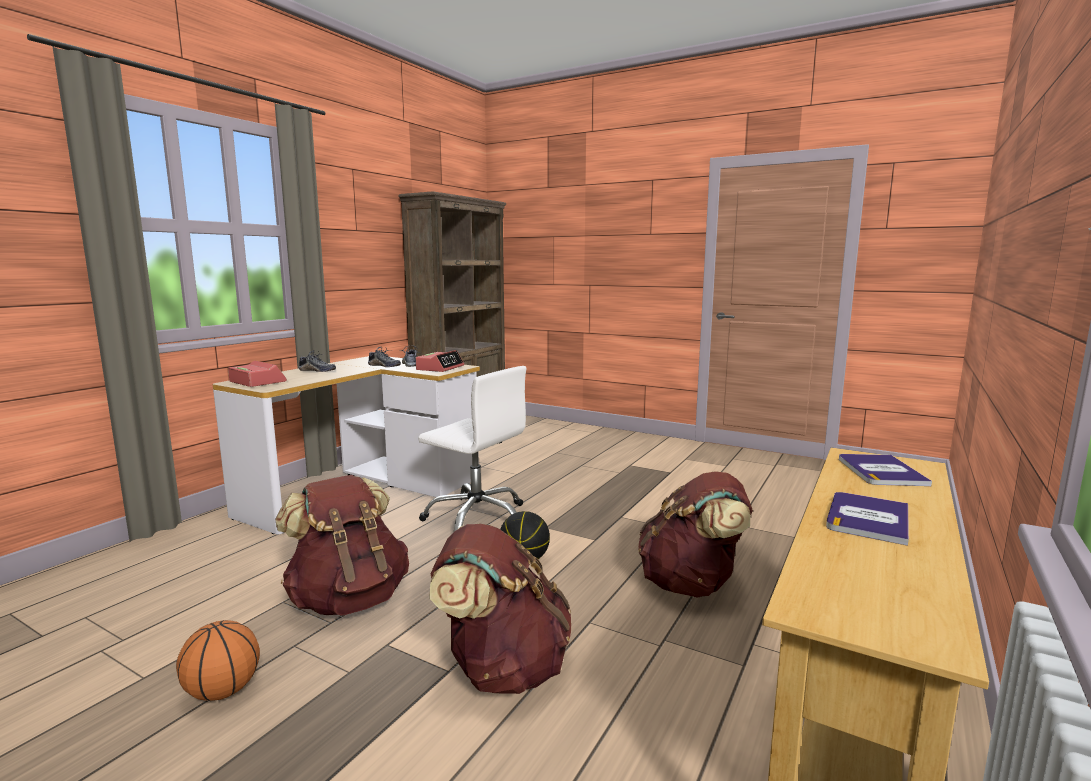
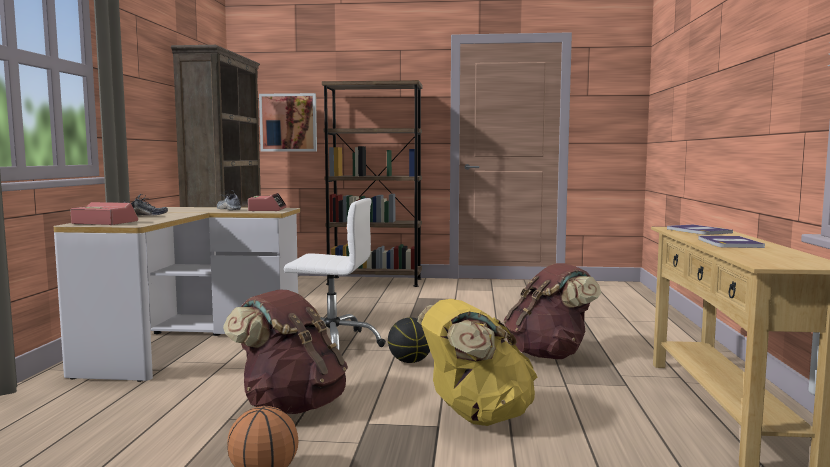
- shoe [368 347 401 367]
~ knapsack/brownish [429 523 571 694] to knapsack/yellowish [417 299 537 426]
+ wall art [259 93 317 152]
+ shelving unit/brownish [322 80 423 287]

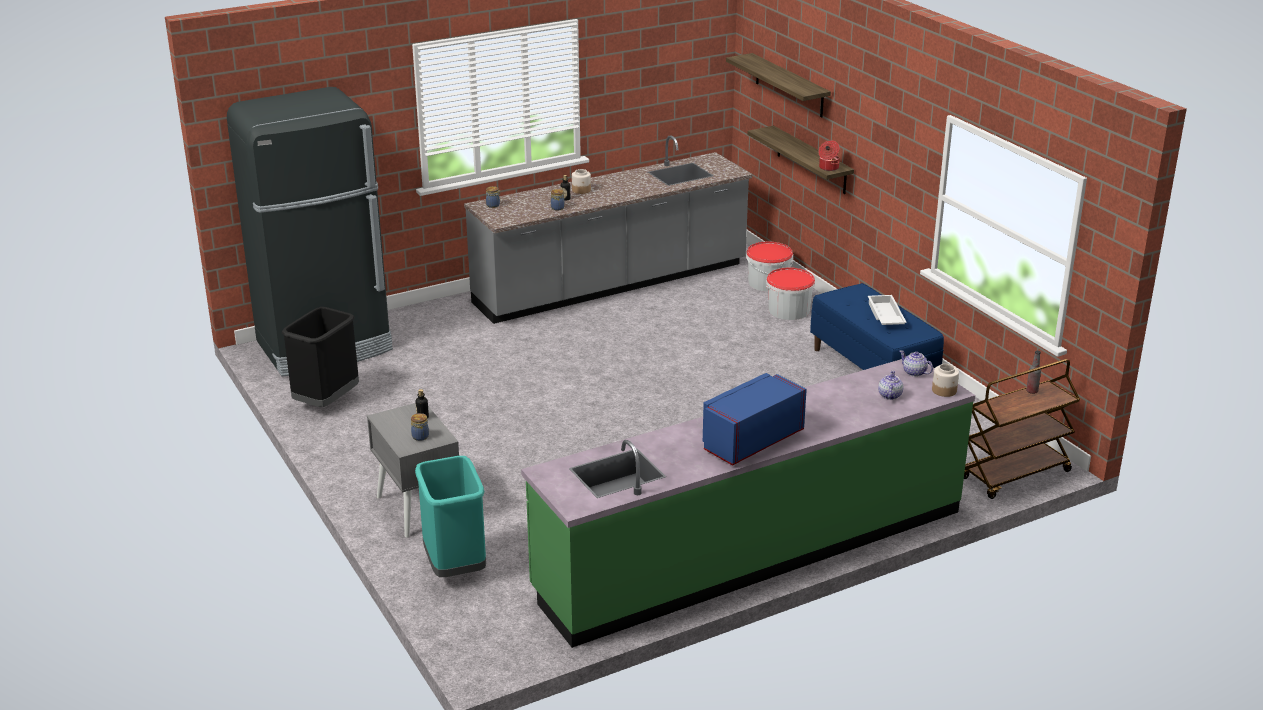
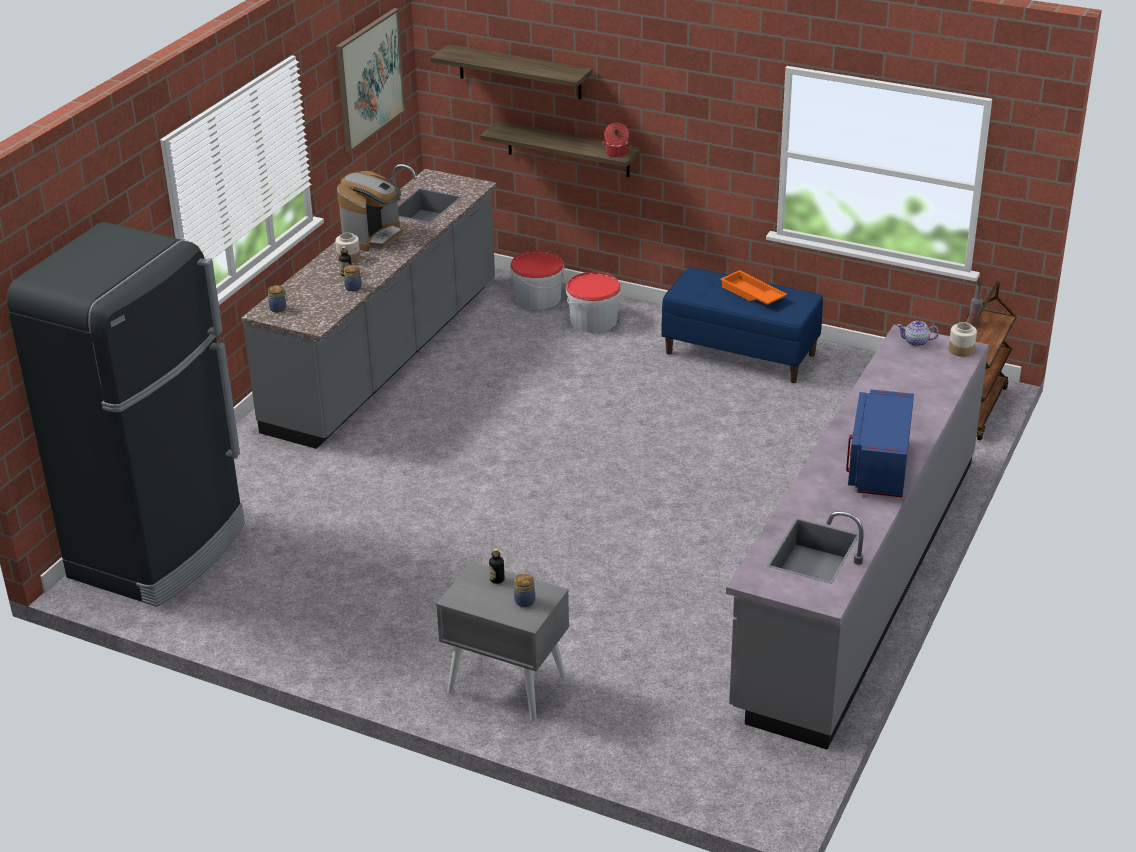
- trash can/black-coloured [282 307 359 407]
- trash can/blue-green [415 456 486 577]
~ counter/green [521 359 975 648] to counter/gray [726 325 989 750]
~ tray/white-coloured [868 295 907 325] to tray/orange [720 270 787 305]
- tea pot [878 370 903 400]
+ wall art [336 8 406 152]
+ coffee brewer [337 171 403 251]

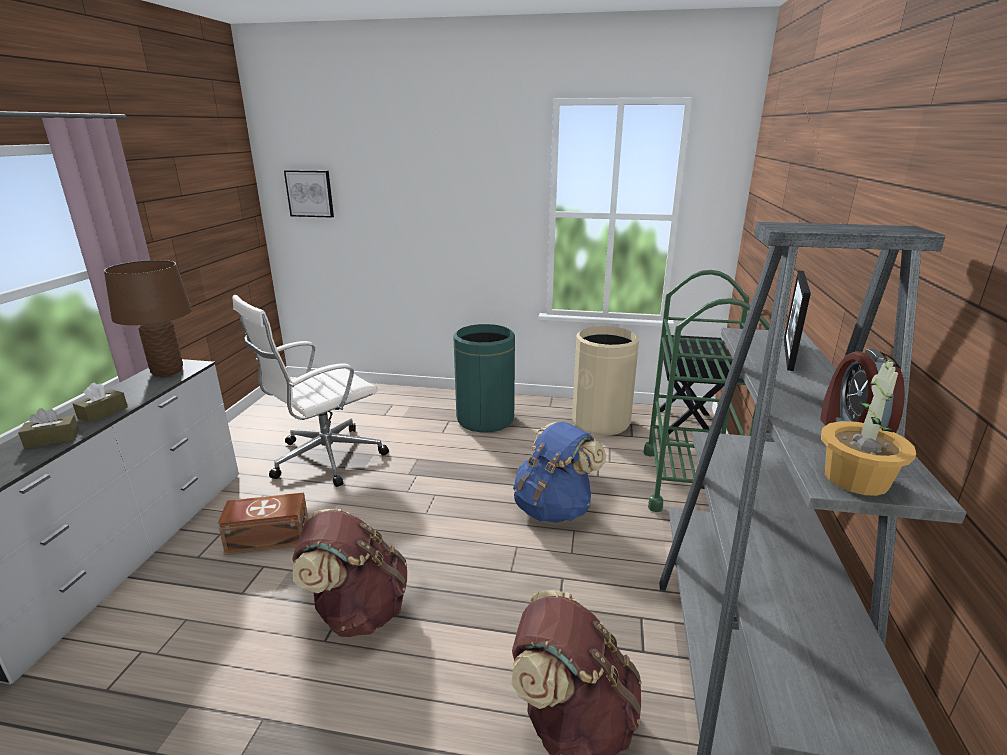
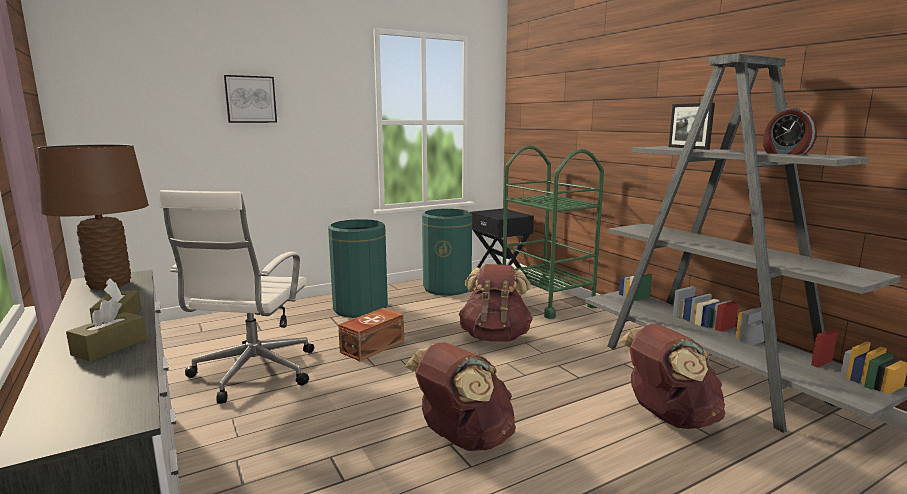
~ storage container/brownish [217 492 308 555] to [338 308 404 361]
~ wall art [284 170 334 218] to [224 75 277 123]
~ knapsack/blue-coloured [513 421 606 523] to knapsack/brownish [459 264 533 342]
~ trash can/sand-coloured [572 326 639 436] to trash can/green [422 209 472 296]
- houseplant [821 352 916 496]

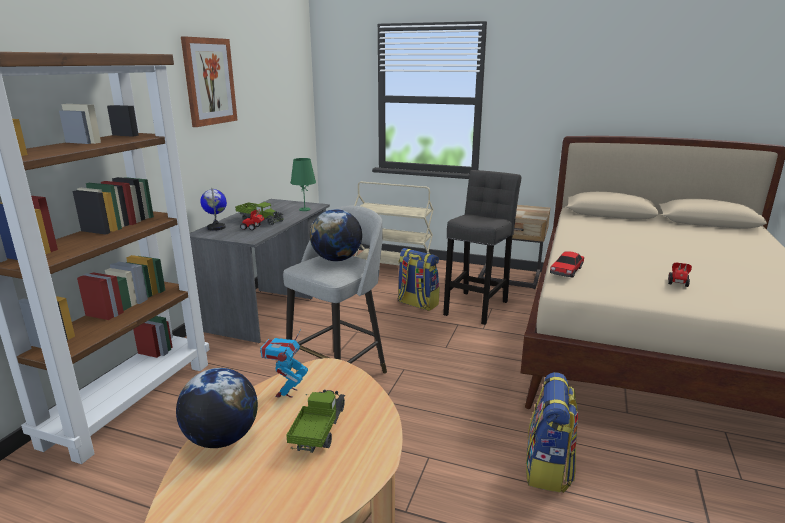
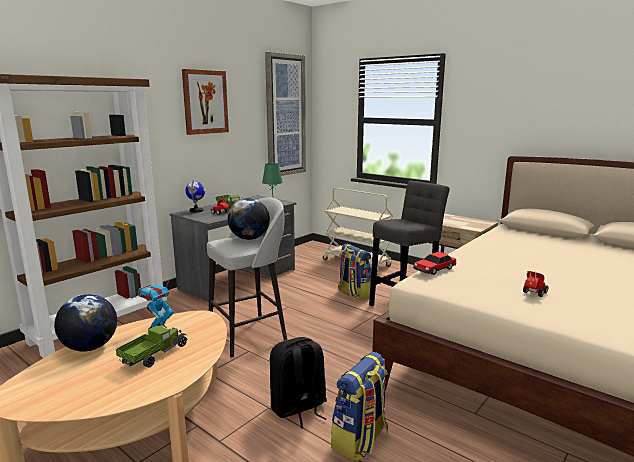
+ wall art [265 52 306 176]
+ knapsack/black-coloured [270 337 327 428]

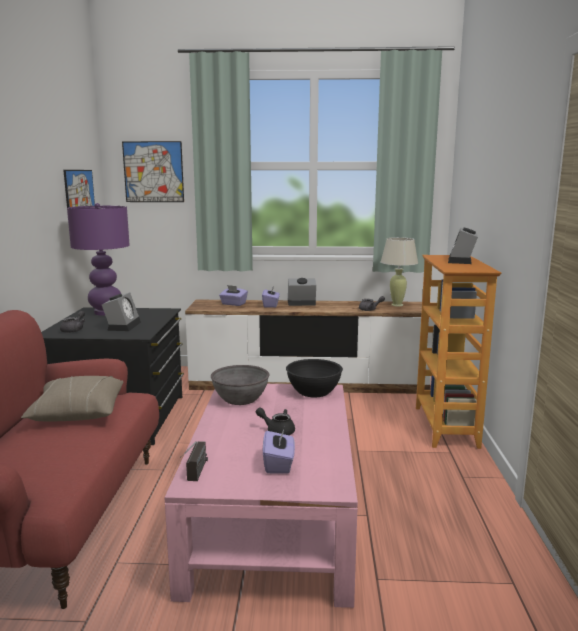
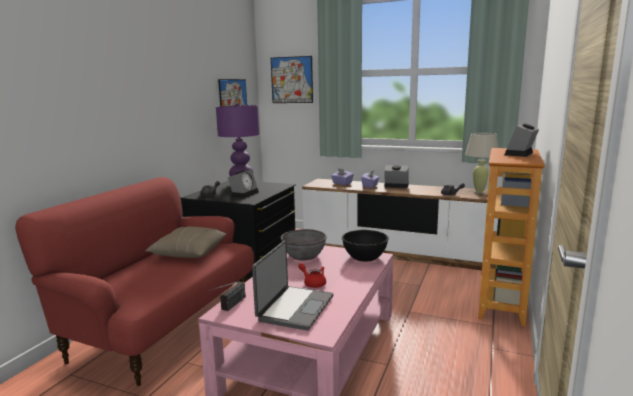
~ tea pot/black-coloured [256 407 295 435] to tea pot/reddish [298 263 326 288]
~ tissue holder/purple [263 429 295 473] to portable computer [252 241 333 331]

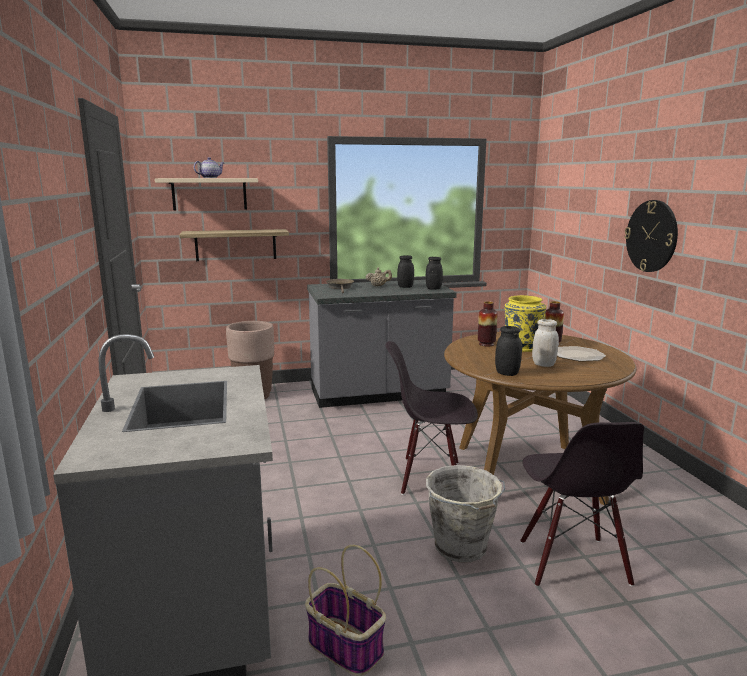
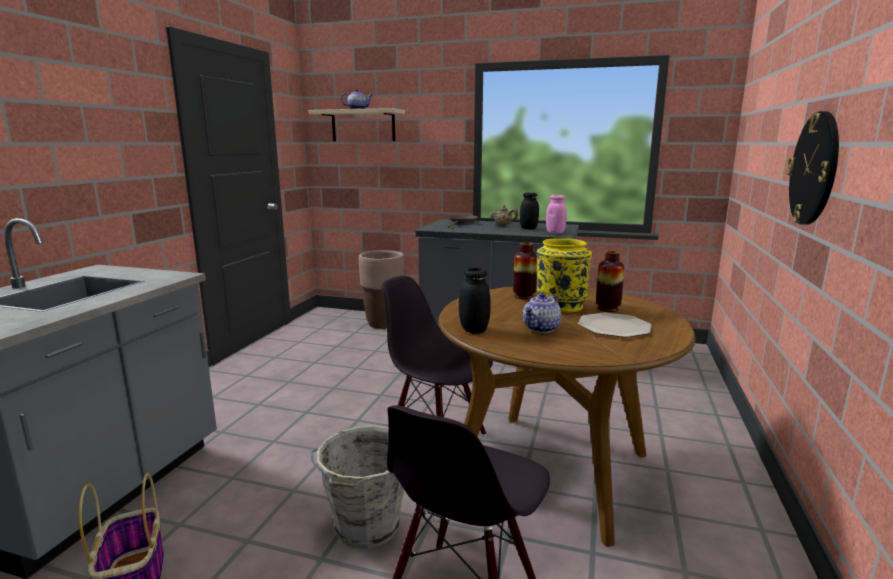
- bracket shelf [179 229 289 261]
~ storage jar/black-coloured [426 257 443 290] to storage jar/pink-coloured [546 195 567 234]
~ storage jar/white-coloured [532 319 559 367] to tea pot [523 293 561 333]

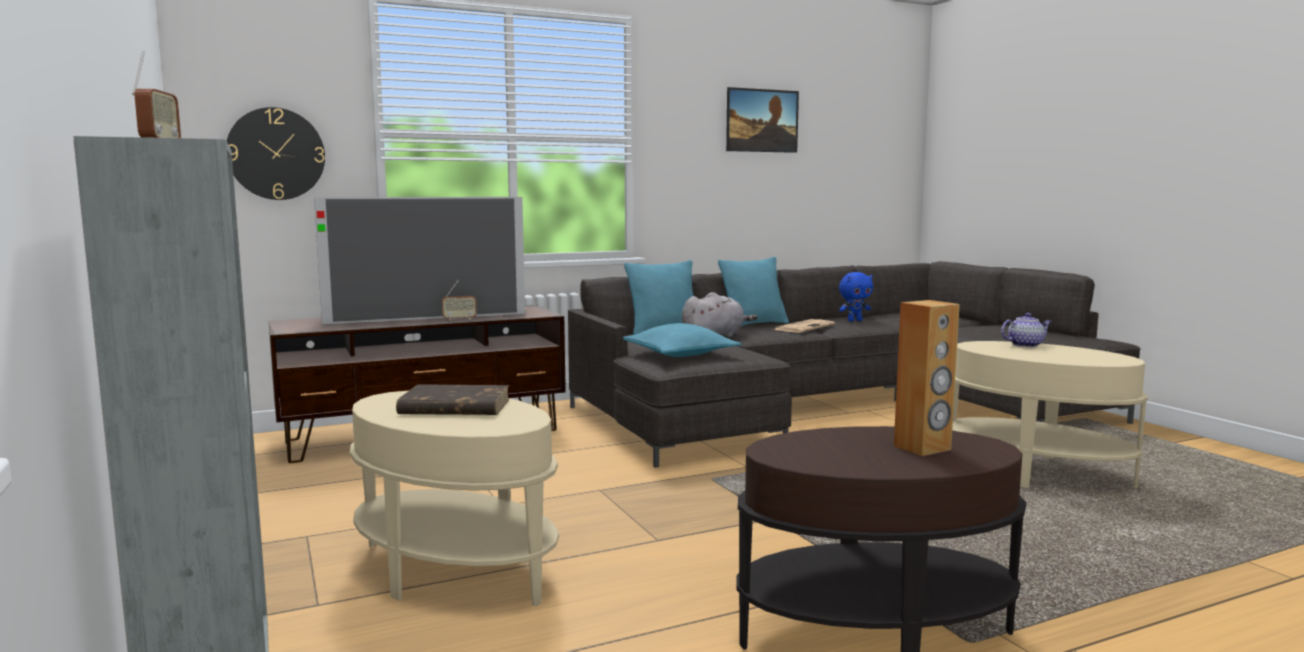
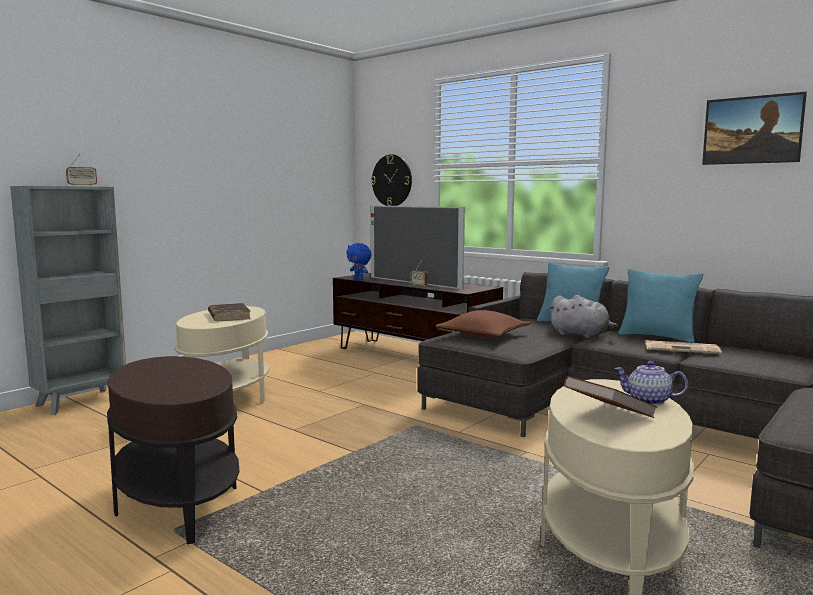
~ pillow/blue-green [623 323 741 357] to pillow/brownish [436 310 531 338]
~ cuddly toy/blue-coloured [839 272 873 321] to [346 243 372 280]
- audio speaker/brownish [894 300 960 456]
~ tea pot [1001 313 1052 348] = [614 361 688 405] 150 degrees clockwise
+ book/brownish [564 376 657 418]

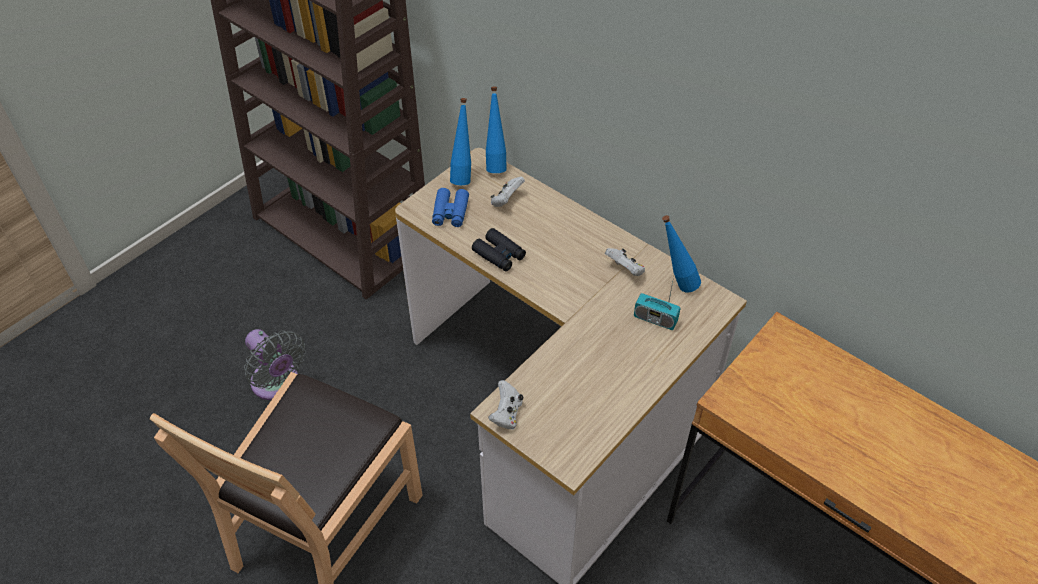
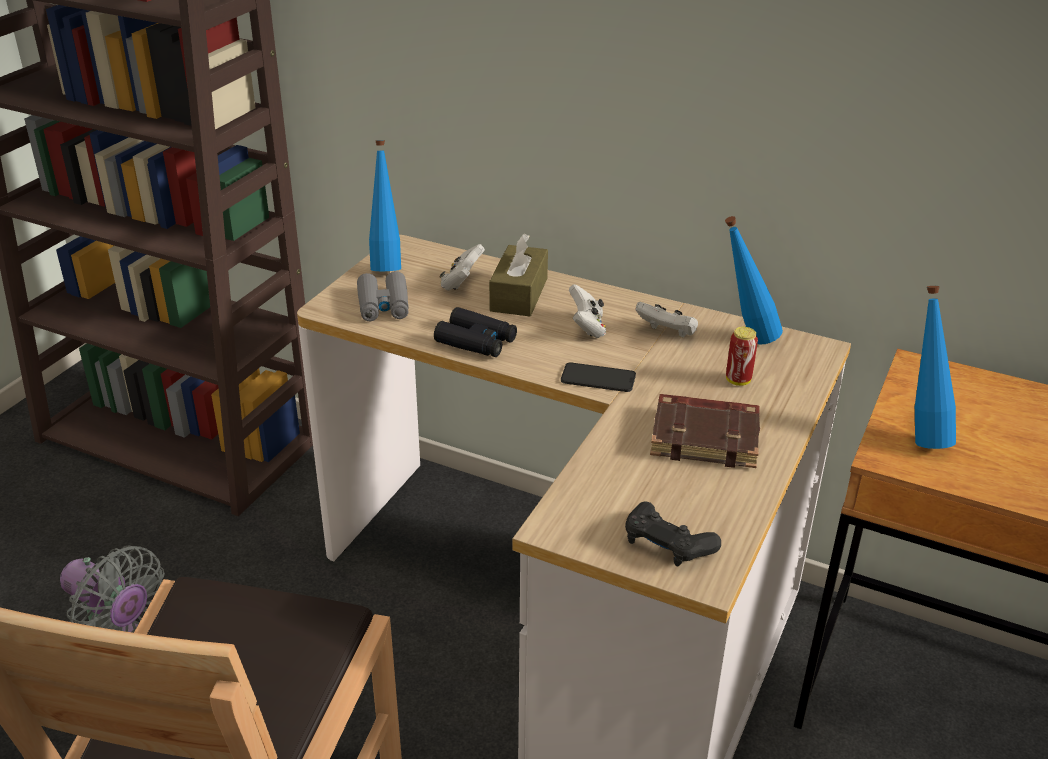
~ pair of binoculars/blue-coloured [432 188 469 227] to pair of binoculars/gray [357 271 409 321]
~ drink bottle/blue-coloured [486 87 507 173] to [915 286 956 449]
~ joypad/white-coloured [488 380 523 430] to [569 284 606 338]
~ radio set [634 277 681 330] to can [726 327 758 386]
+ tissue holder/brownish [489 233 548 316]
+ handset [561 362 636 392]
+ joypad/black-coloured [625 501 721 567]
+ book/brownish [650 394 760 468]

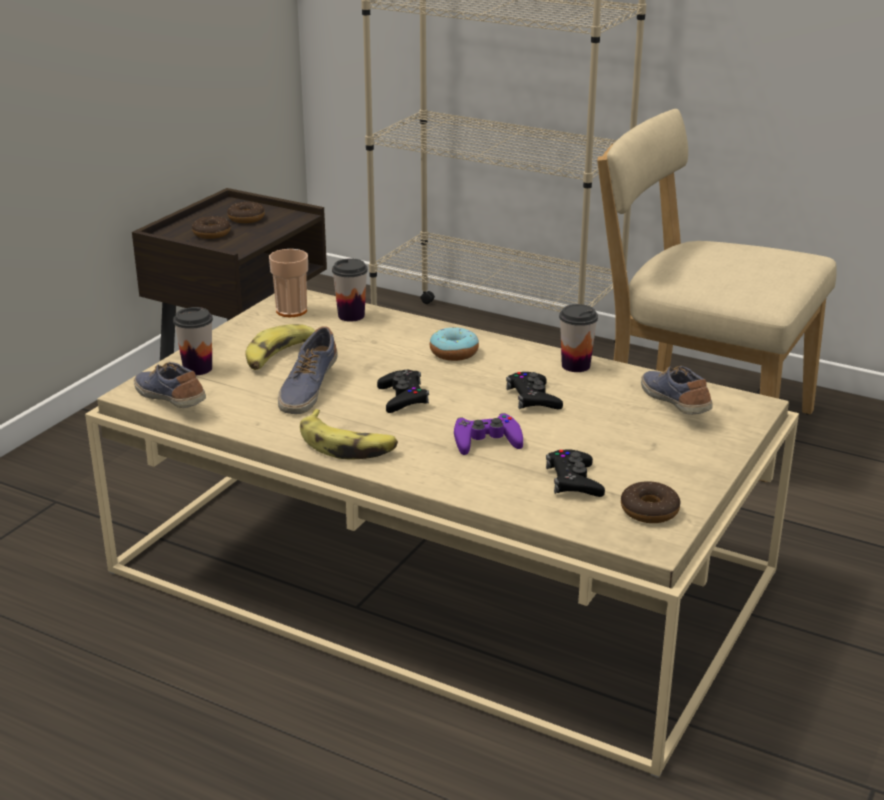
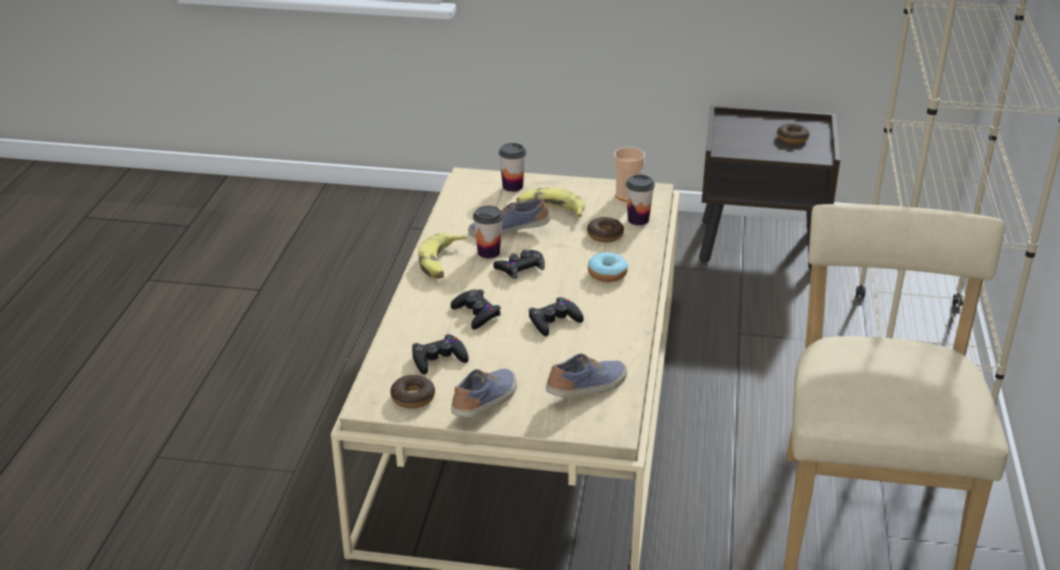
~ shoe [134 362 206 408] to [451 369 517 417]
~ donut [192 216 231 239] to [587 217 624 242]
~ joypad/purple [454 413 523 455] to joypad/black-coloured [451 289 501 330]
~ small cup [559 304 598 372] to [473 206 503 258]

